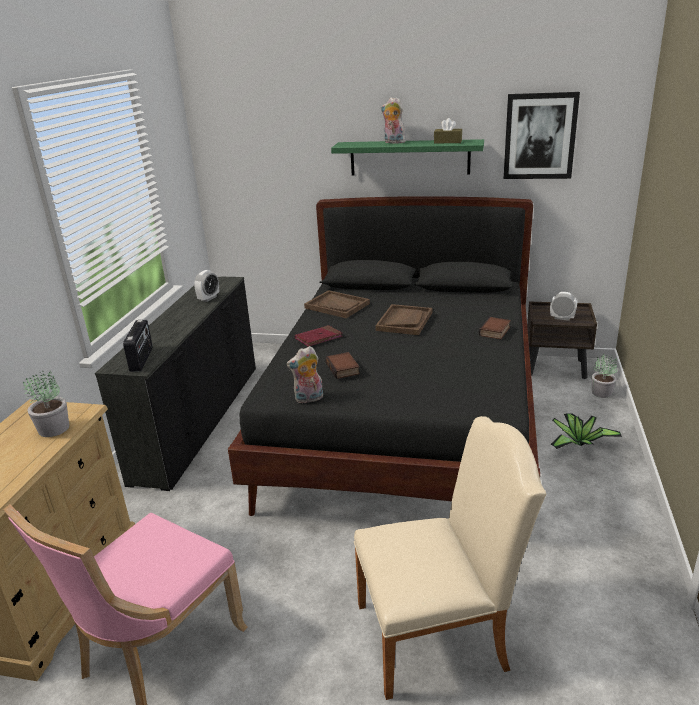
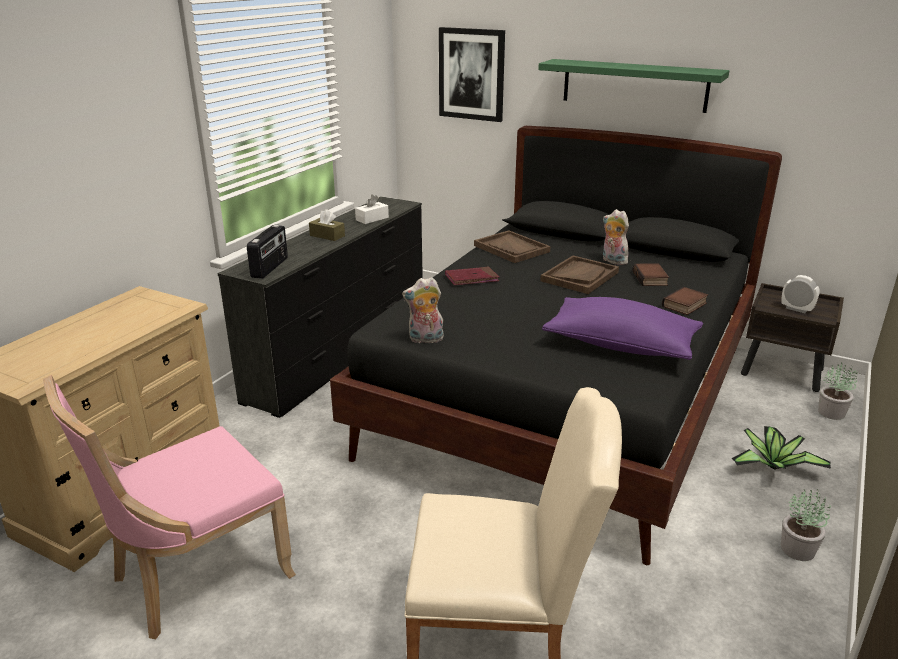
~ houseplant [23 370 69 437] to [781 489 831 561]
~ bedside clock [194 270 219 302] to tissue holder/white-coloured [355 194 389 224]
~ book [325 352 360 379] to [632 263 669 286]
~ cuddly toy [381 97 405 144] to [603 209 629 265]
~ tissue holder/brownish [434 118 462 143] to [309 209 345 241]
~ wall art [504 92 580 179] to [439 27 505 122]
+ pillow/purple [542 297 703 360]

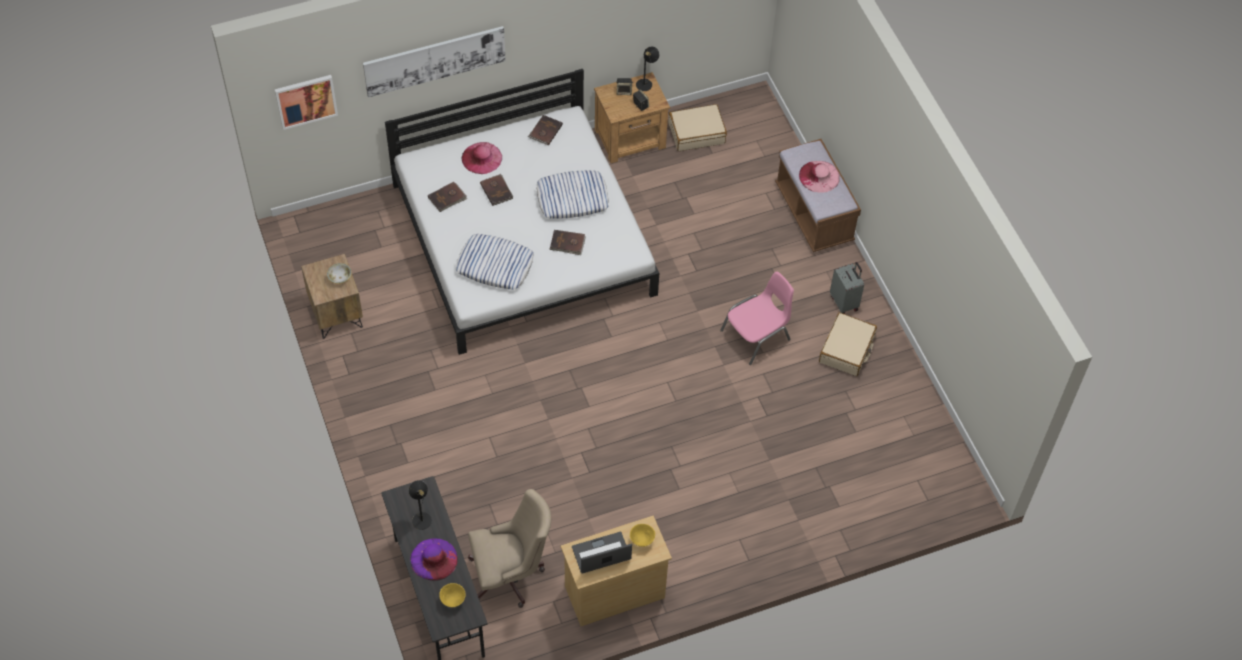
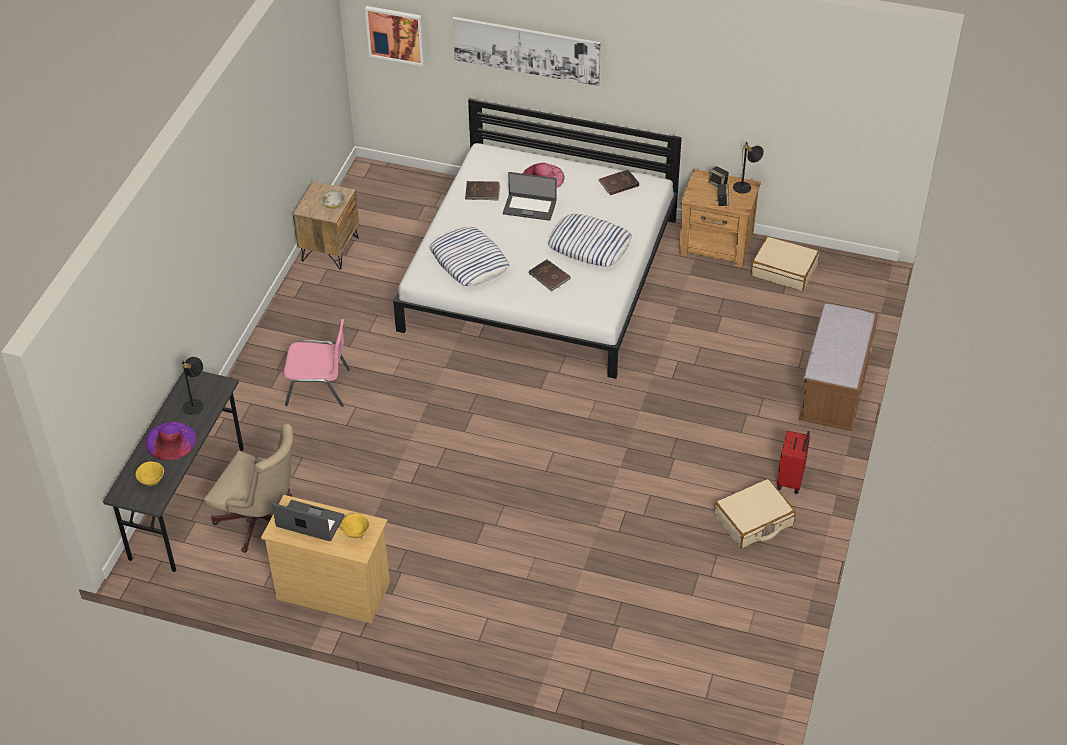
~ book/brownish [480 174 513 206] to portable computer [503 172 557 221]
~ upright chair/pink-coloured [720 271 794 365] to [283 319 350 407]
- clothing hat/pink-coloured [799 161 840 193]
~ travel case/gray [830 262 864 314] to travel case/reddish [777 431 810 494]

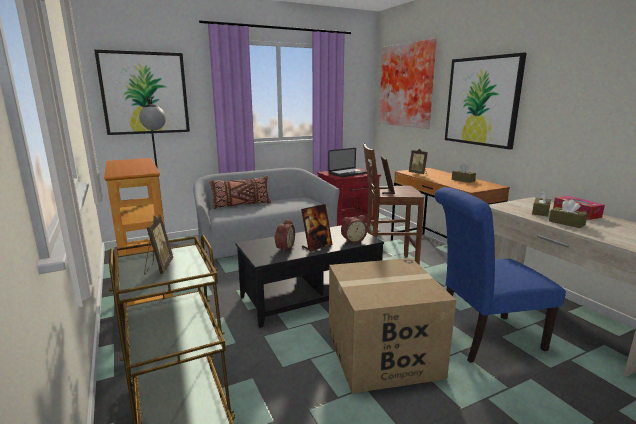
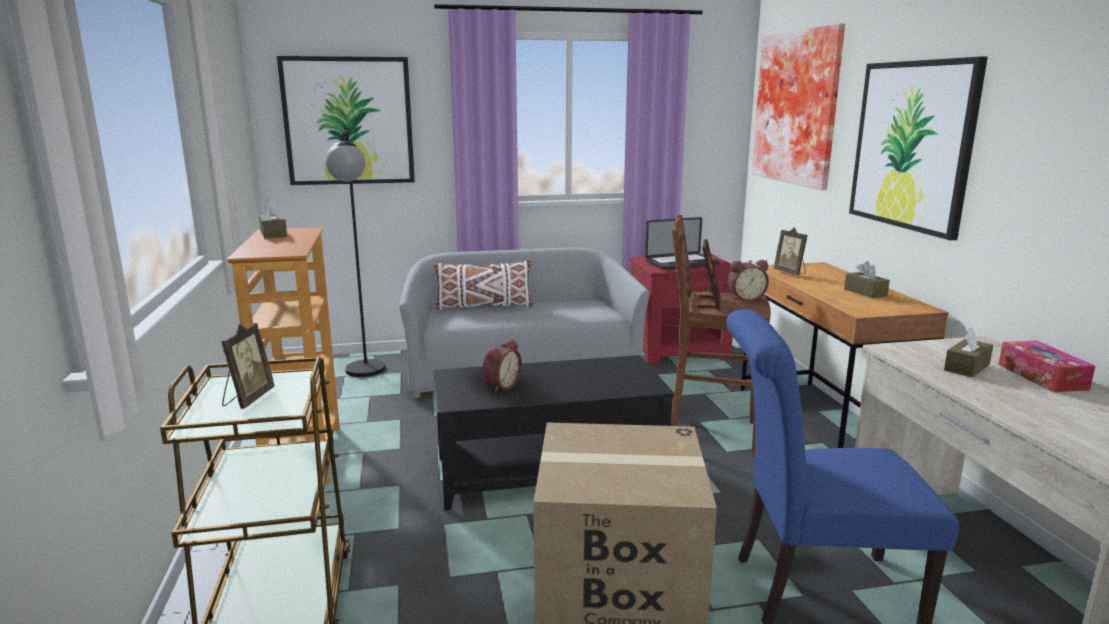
~ pillow/brownish [209 176 271 209] to pillow/white-coloured [433 260 533 310]
- photo frame [301 204 333 252]
~ bedside clock [341 215 367 243] to [728 260 769 301]
~ tissue holder/brownish [549 199 588 228] to [259 200 287 239]

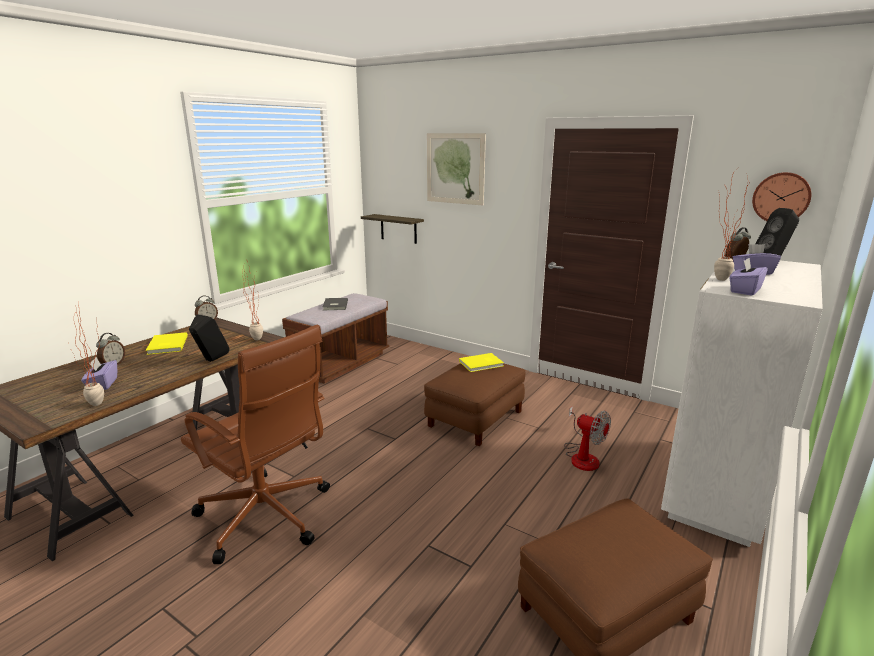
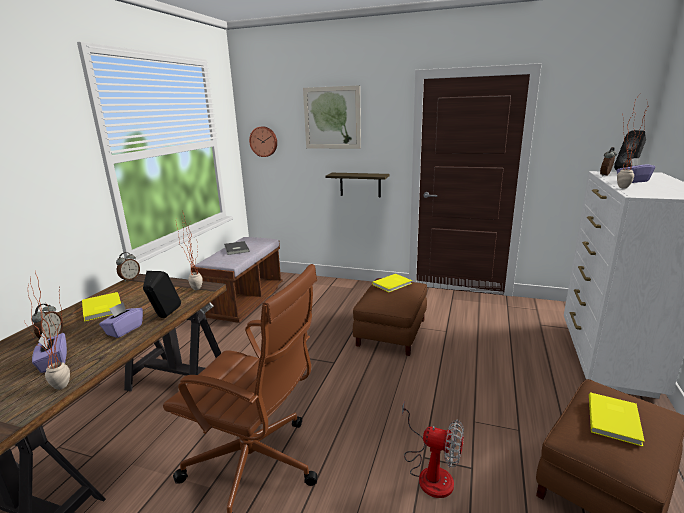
~ bracket shelf [361 214 424 244] to [325 173 390 197]
~ electric fan [564 406 611 471] to [402 401 464 498]
~ tissue holder/purple [729 257 768 296] to [99 302 143 338]
~ hanging clock [752 172 811 221] to [249 126 277 157]
+ book/yellowish [589 392 645 447]

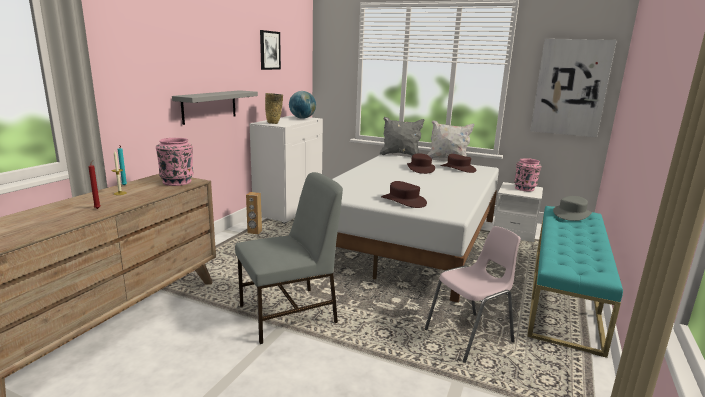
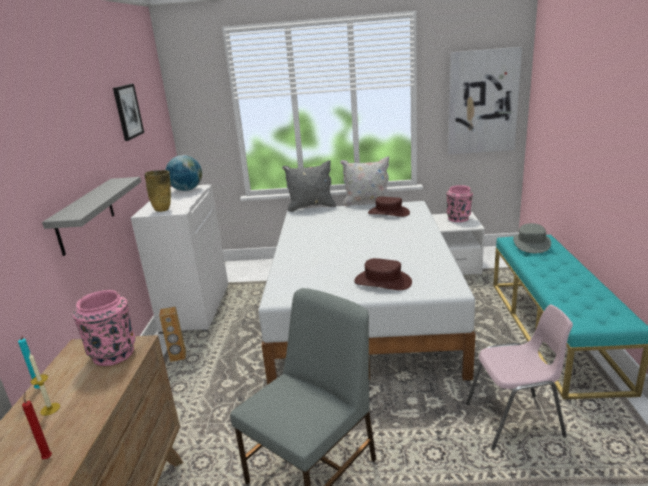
- clothing hat/brownish [407 153 435 174]
~ upright chair/pink-coloured [425 226 521 363] = [466 304 573 450] 45 degrees clockwise

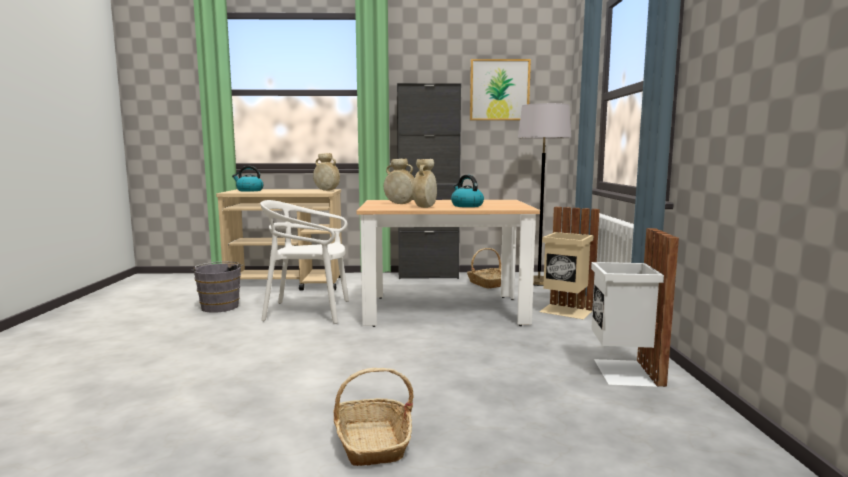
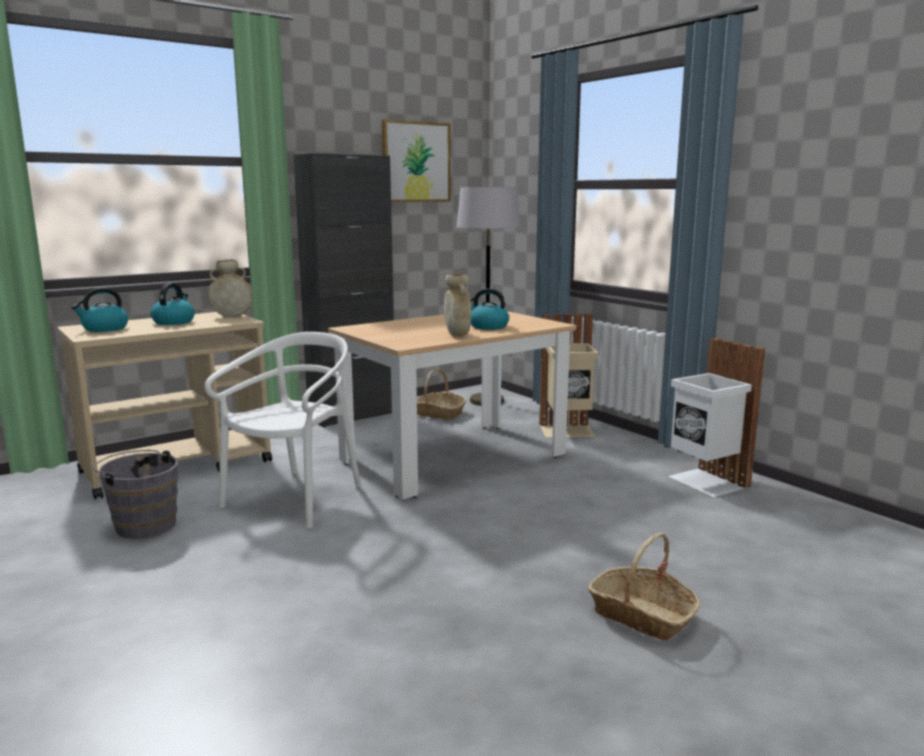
~ upright chair/white-coloured [260 200 349 324] = [205 332 361 529] 150 degrees clockwise
- flower vase/sand-coloured [384 158 415 204]
+ tea kettle [150 283 195 325]

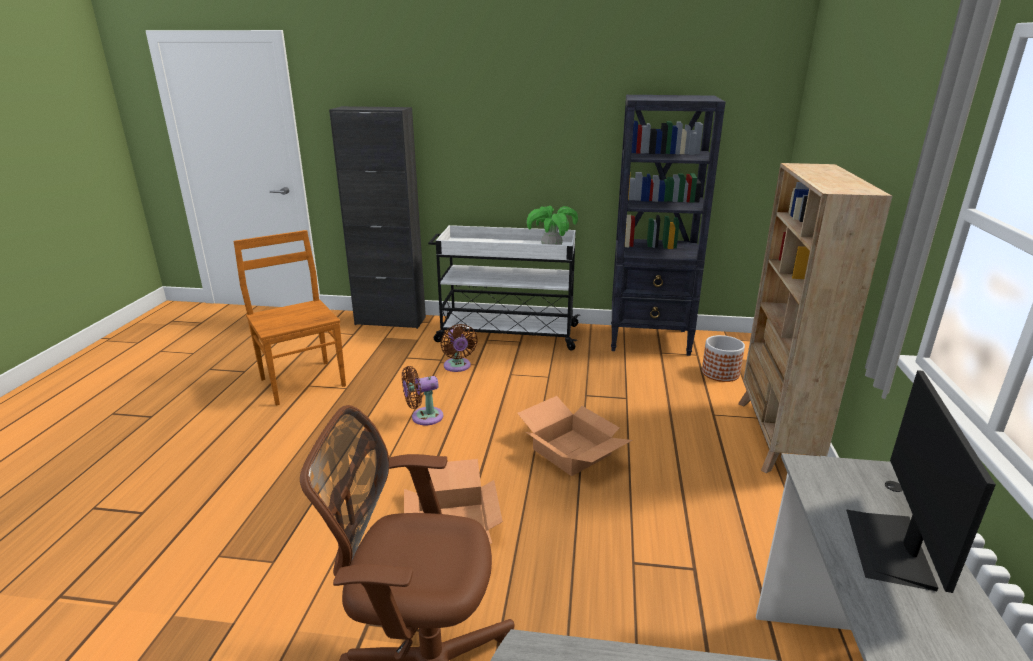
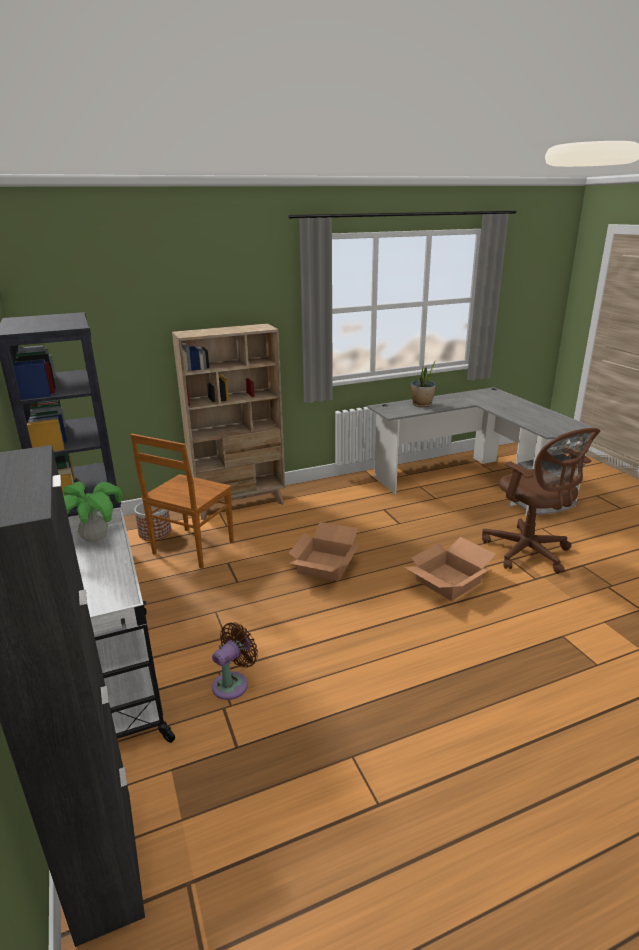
~ upright chair/brownish [233 230 346 406] to [130 434 234 569]
- electric fan/brownish [402 366 443 425]
~ monitor [846 370 996 593] to houseplant [411 361 436 407]

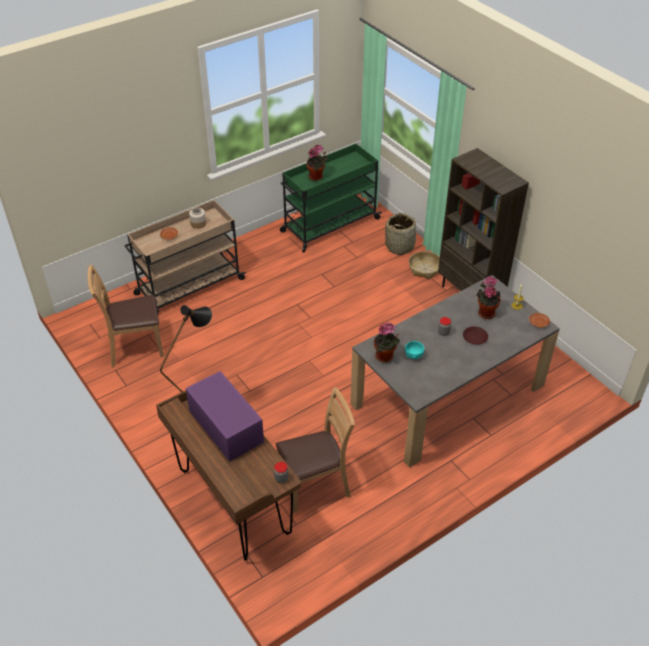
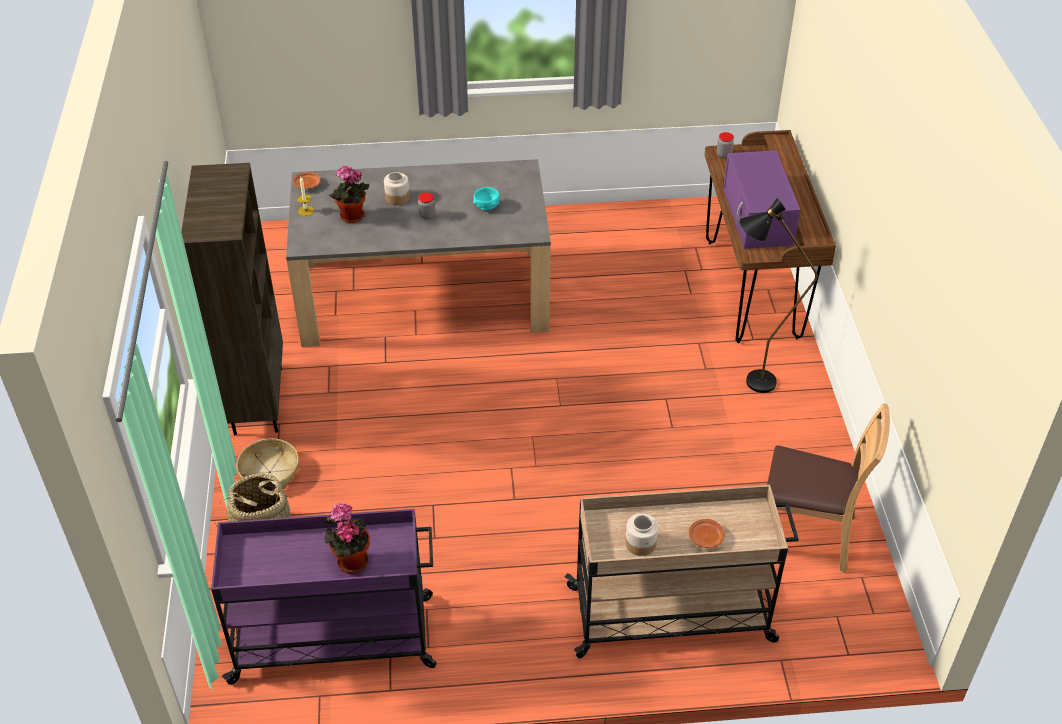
- upright chair/brownish [276 387 355 513]
~ cart/green [280 144 382 252] to cart/purple [211 509 436 685]
- houseplant [374 322 400 362]
~ plate/brownish [463 327 488 345] to storage jar [384 172 410 205]

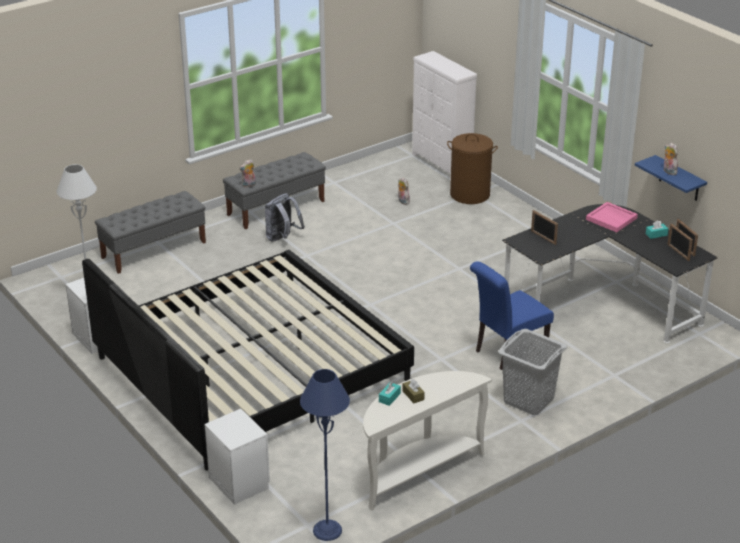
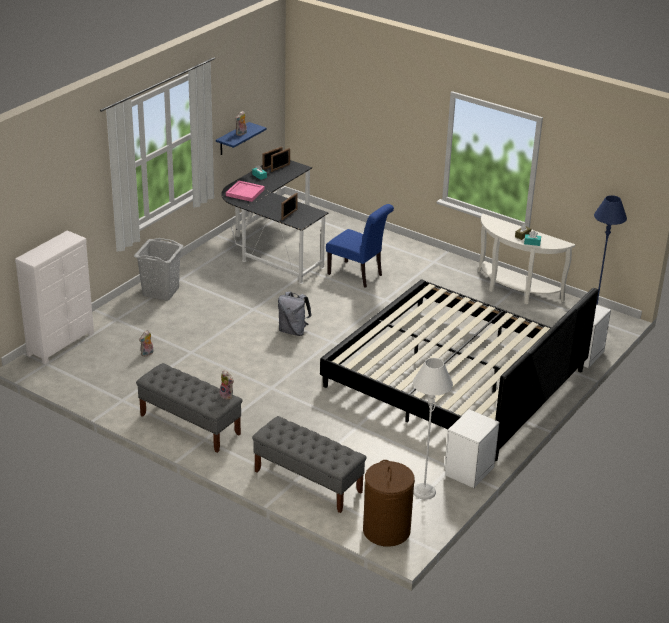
~ knapsack/gray [265 193 305 242] to [278 291 312 336]
~ laundry basket/brownish [447 133 498 204] to [363 460 415 547]
~ laundry basket/gray [498 329 567 415] to [134 238 183 300]

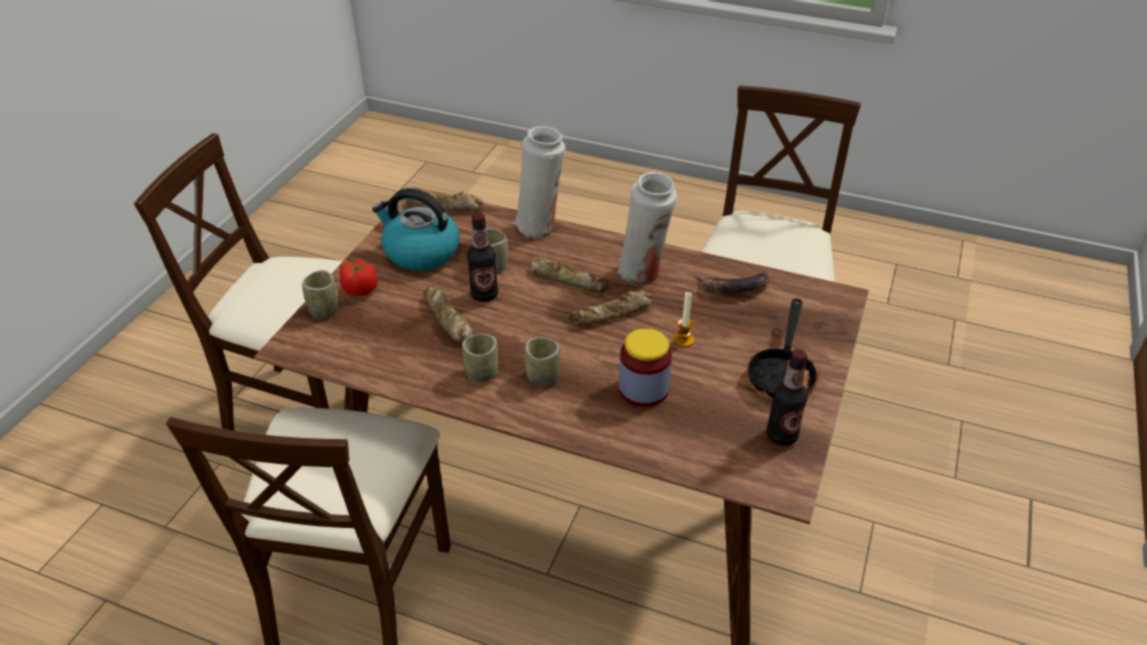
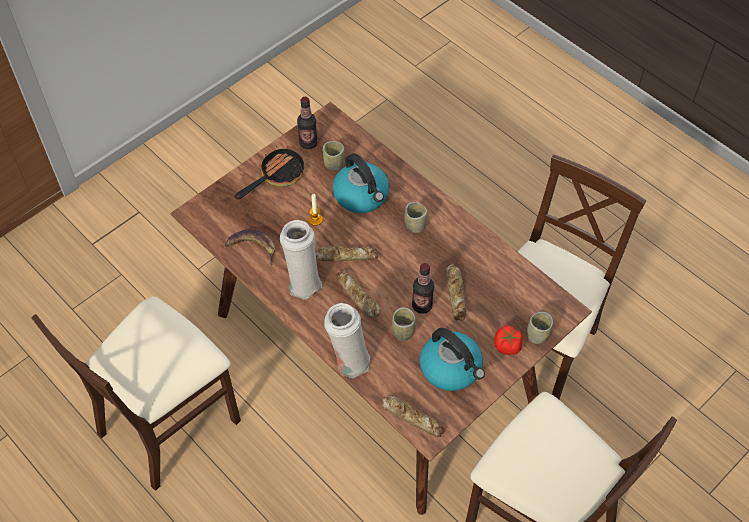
~ small cup [462 334 498 382] to [323 141 345 170]
~ storage jar [619 328 672 407] to tea kettle [333 153 389 213]

